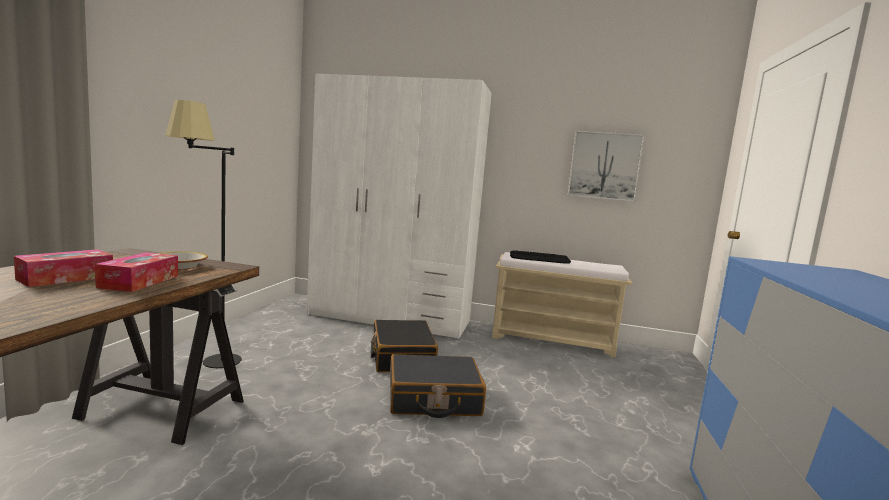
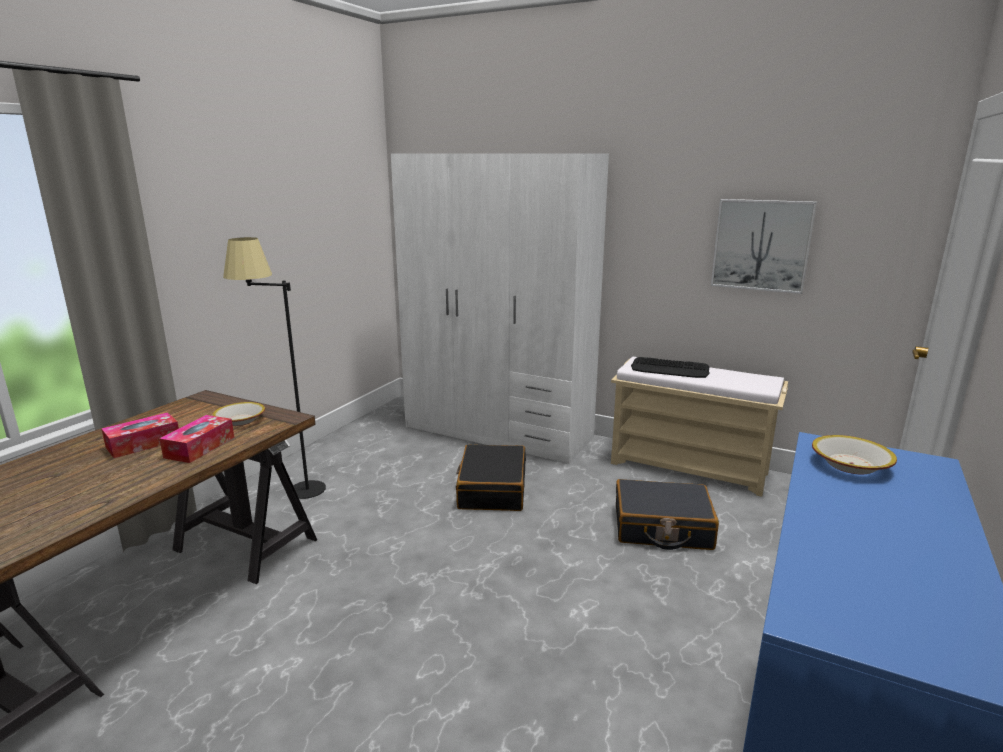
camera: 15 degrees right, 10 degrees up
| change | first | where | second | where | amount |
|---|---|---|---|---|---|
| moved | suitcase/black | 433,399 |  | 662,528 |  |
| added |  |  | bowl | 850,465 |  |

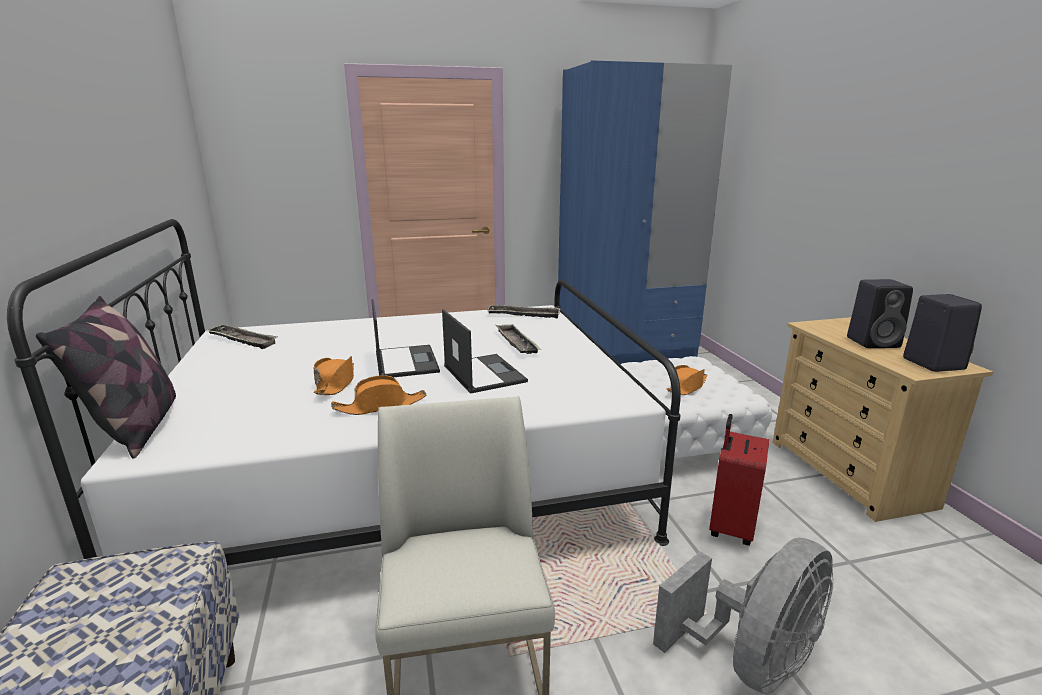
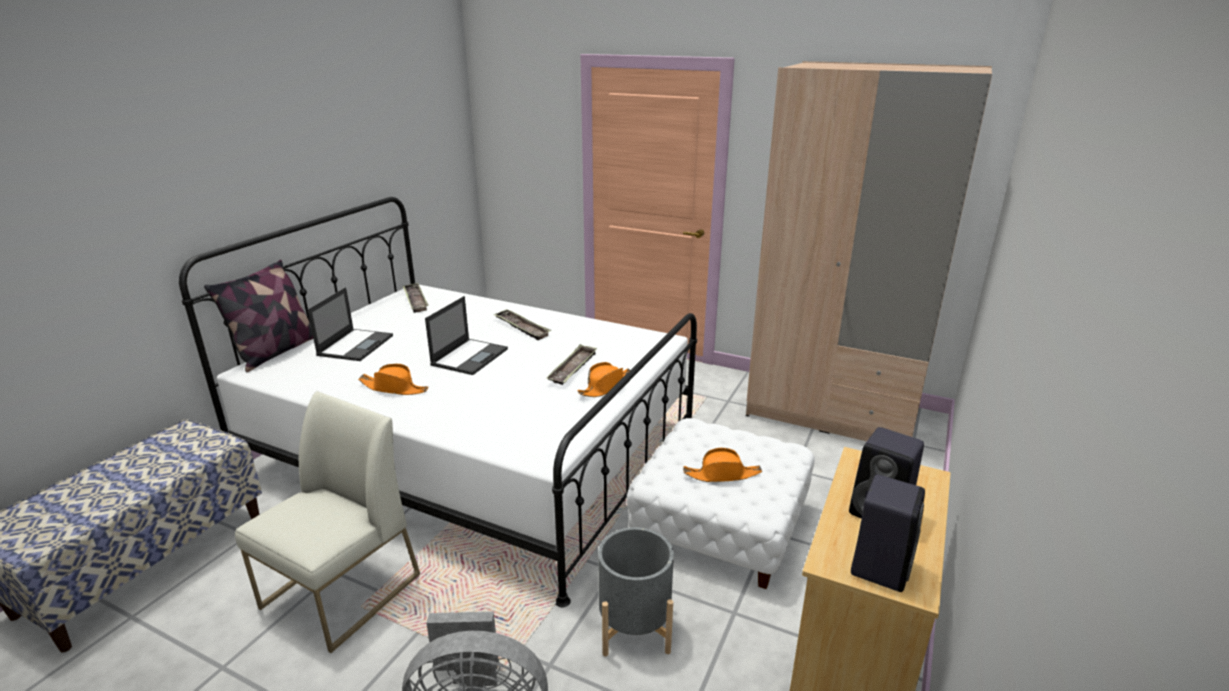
camera: 40 degrees right, 5 degrees up
| change | first | where | second | where | amount |
|---|---|---|---|---|---|
| moved | laptop | 483,373 |  | 356,345 |  |
| moved | tray | 524,315 |  | 521,328 |  |
| moved | hat/orange | 336,383 |  | 606,386 |  |
| replaced | suitcase/red | 730,527 | planter/grey | 634,628 |  |
| recoloured | wardrobe/blue | 625,353 | wardrobe/beige | 831,413 |  |

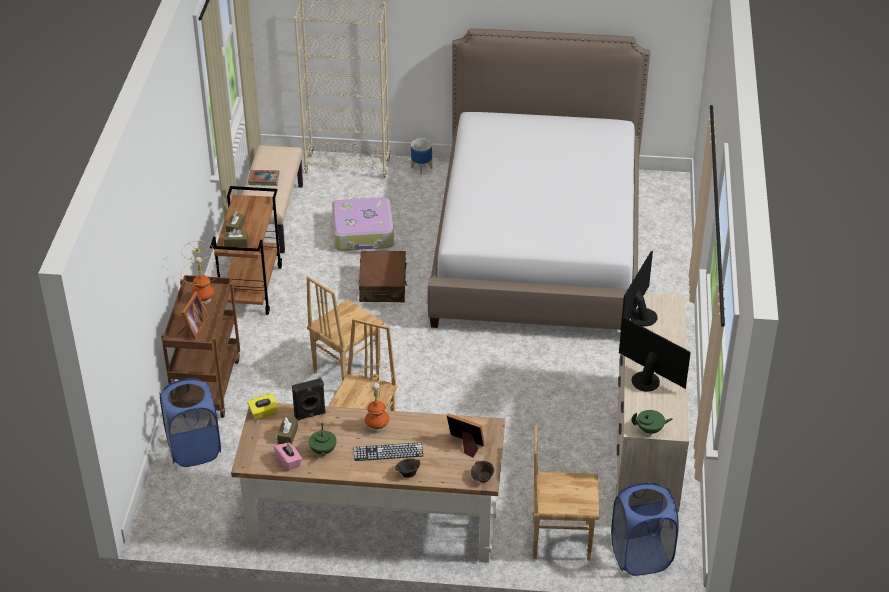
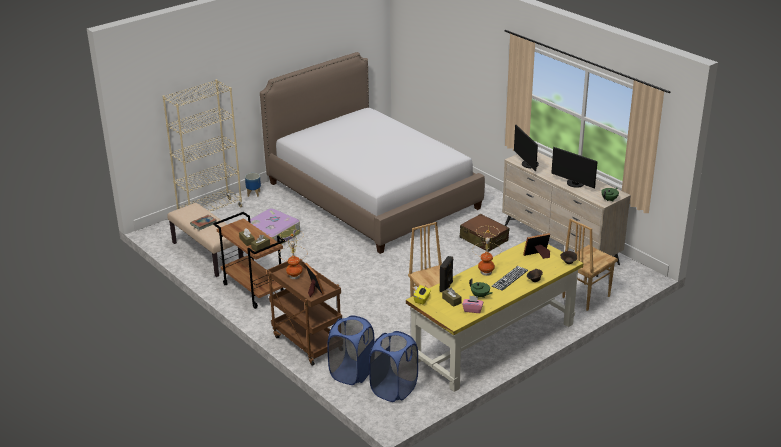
camera: 45 degrees left, 10 degrees down
| change | first | where | second | where | amount |
|---|---|---|---|---|---|
| moved | laundry basket/blue | 640,556 |  | 394,389 |  |
| recoloured | desk/brown | 372,519 | desk/yellow | 493,342 |  |
| moved | suitcase/brown | 383,285 |  | 483,239 |  |
| turned | monitor | 647,380 |  | 574,184 | 135 degrees counterclockwise |
| removed | chair/brown | 345,370 |  |  |  |

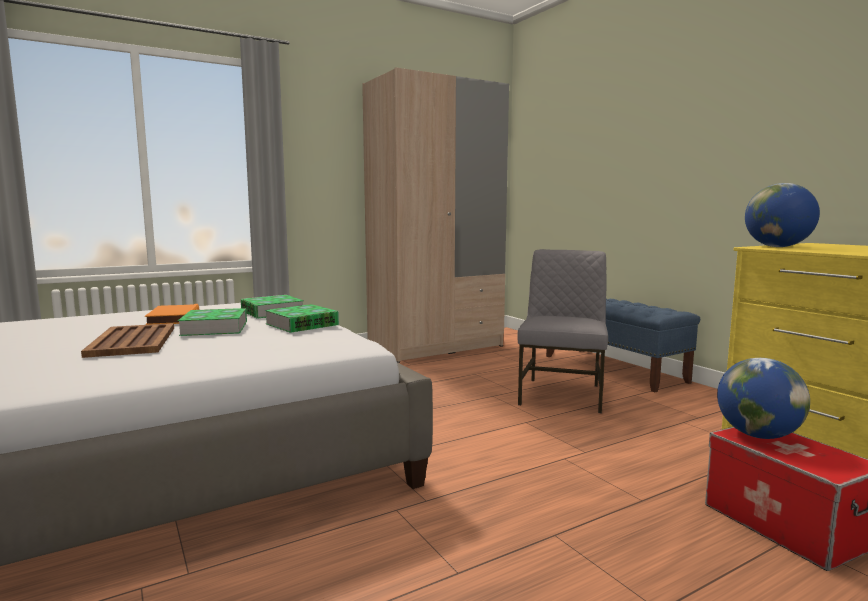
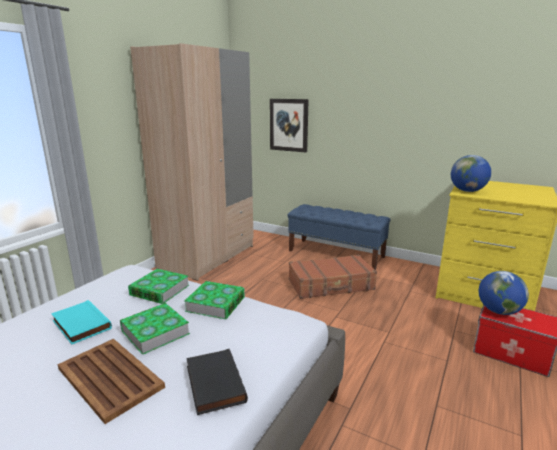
camera: 30 degrees left, 10 degrees up
| change | first | where | second | where | amount |
|---|---|---|---|---|---|
| recoloured | book/orange | 172,318 | book/turquoise | 80,325 |  |
| added |  |  | book/black | 213,383 |  |
| added |  |  | picture | 289,125 |  |
| replaced | chair/grey | 562,394 | suitcase/brown | 331,285 |  |

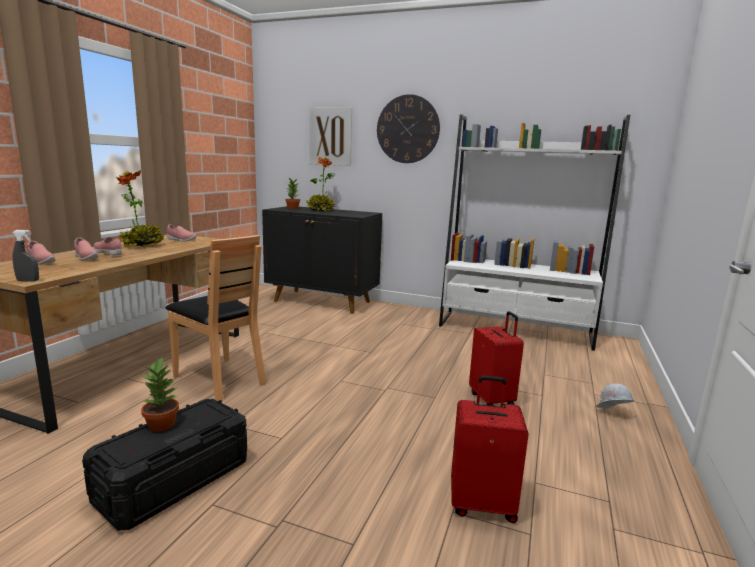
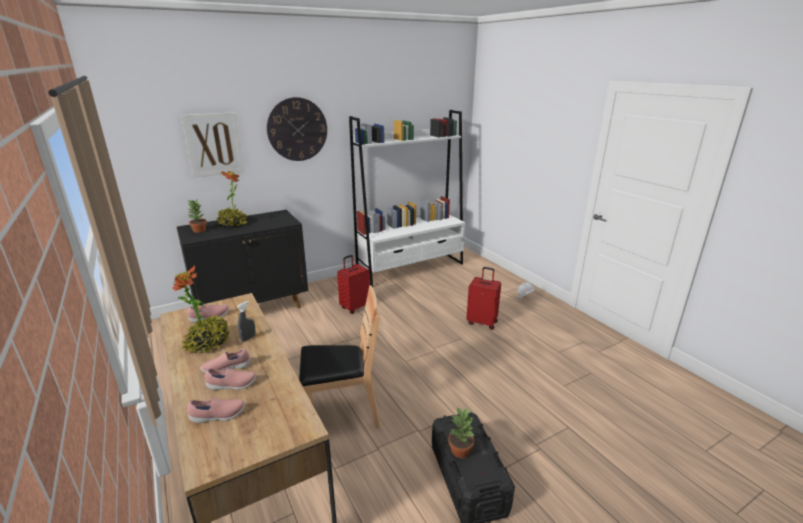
camera: 50 degrees left, 10 degrees up
| change | first | where | second | where | amount |
|---|---|---|---|---|---|
| moved | spray bottle/grey | 28,281 |  | 248,338 |  |
| moved | suitcase/red | 482,504 |  | 355,307 |  |

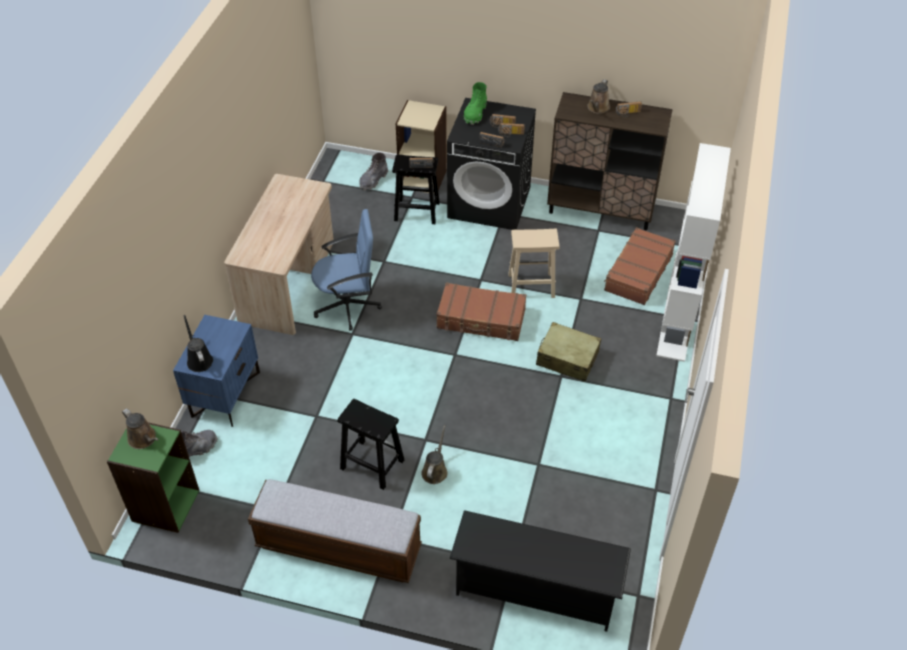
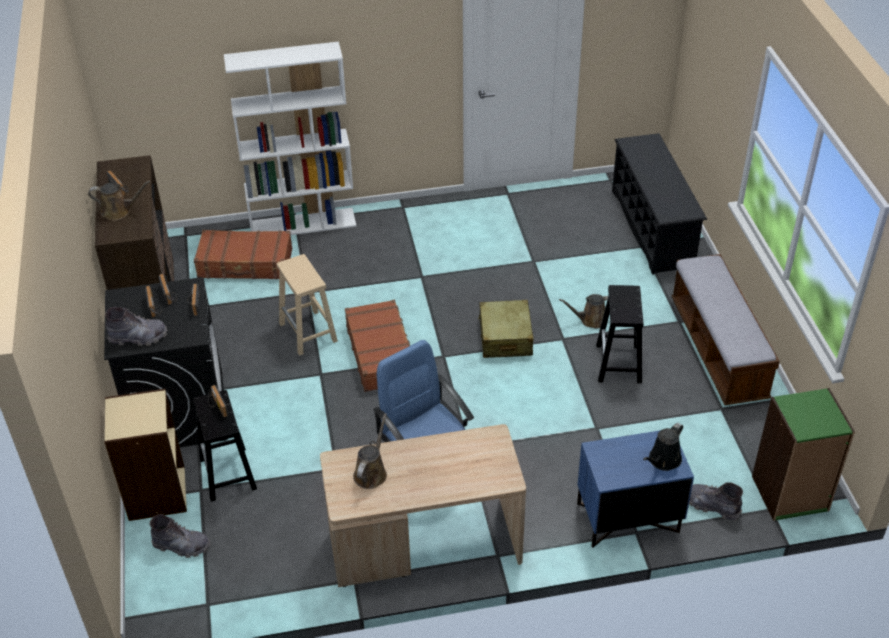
camera: 115 degrees left, 5 degrees down
| change | first | where | second | where | amount |
|---|---|---|---|---|---|
| recoloured | boot/green | 475,113 | boot/grey | 138,337 |  |
| moved | watering can/brown | 143,439 |  | 371,473 |  |
| moved | suitcase/beige | 567,358 |  | 505,338 |  |

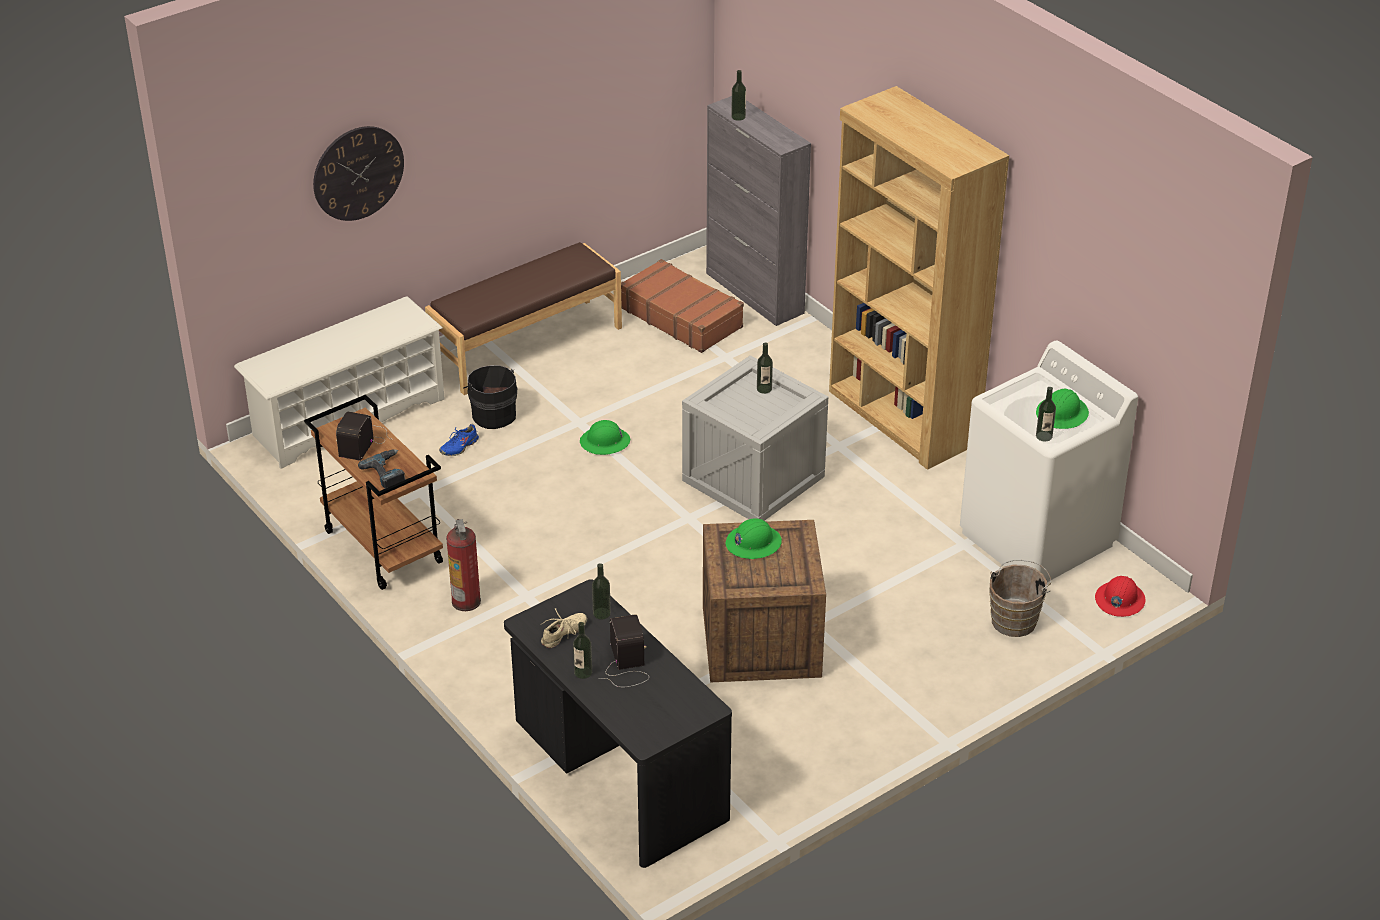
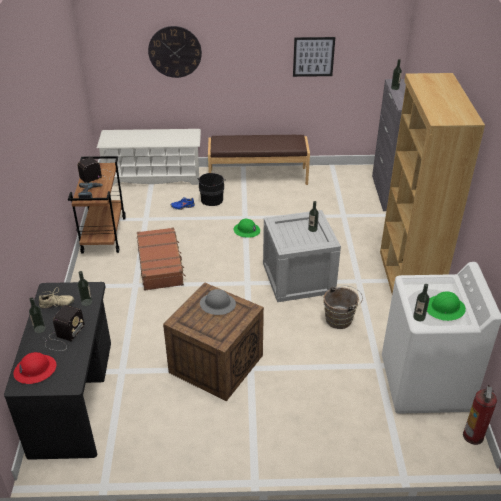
camera: 35 degrees right, 0 degrees up
| change | first | where | second | where | amount |
|---|---|---|---|---|---|
| moved | hard hat/red | 1119,600 |  | 35,370 |  |
| moved | suitcase/brown | 681,317 |  | 161,265 |  |
| recoloured | hard hat/green | 753,543 | hard hat/grey | 217,304 |  |
| added |  |  | picture | 313,56 |  |
| moved | bucket/brown | 1015,619 |  | 340,319 |  |
| moved | fire extinguisher | 466,601 |  | 473,436 |  |

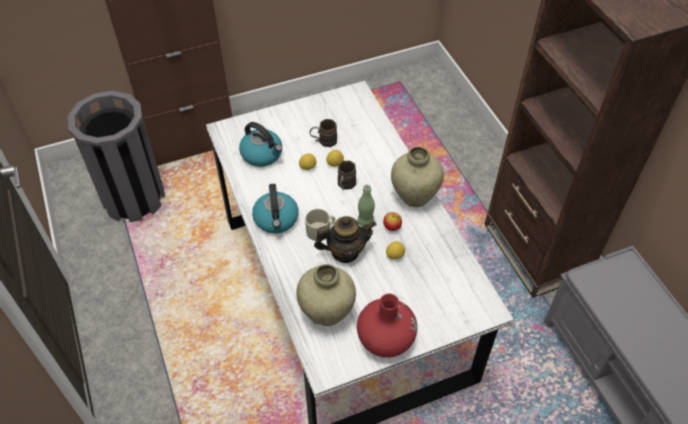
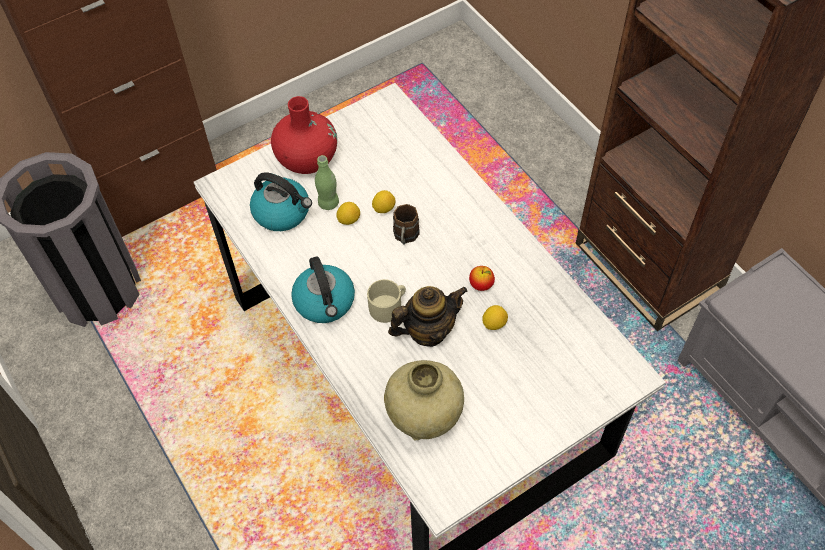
camera: 10 degrees left, 5 degrees up
| change | first | where | second | where | amount |
|---|---|---|---|---|---|
| moved | vase/red | 385,339 |  | 307,159 |  |
| moved | bottle/green | 365,222 |  | 328,203 |  |
| removed | mug/brown | 323,141 |  |  |  |
| removed | vase/beige | 414,196 |  |  |  |

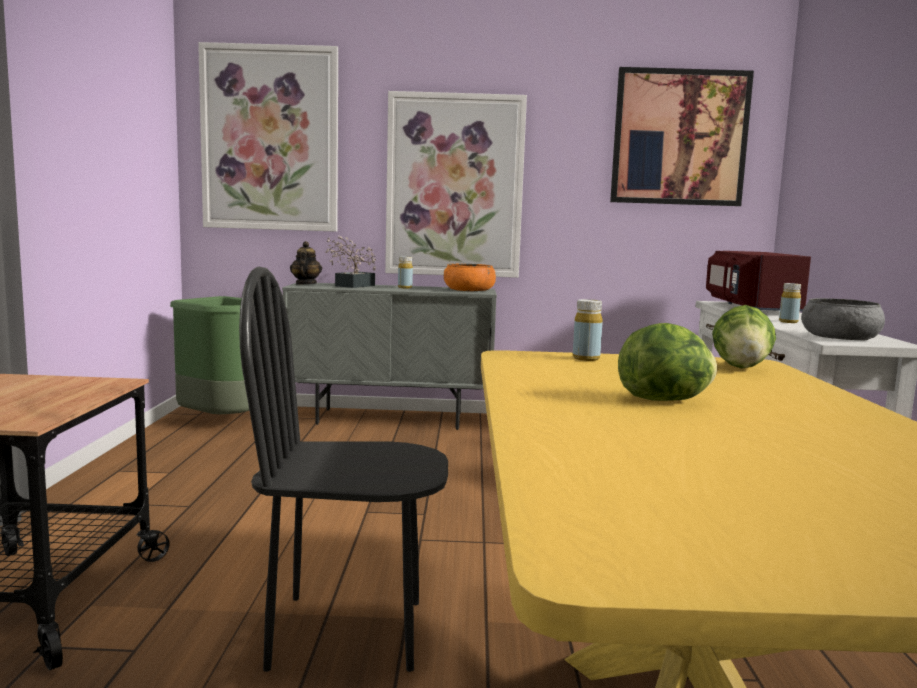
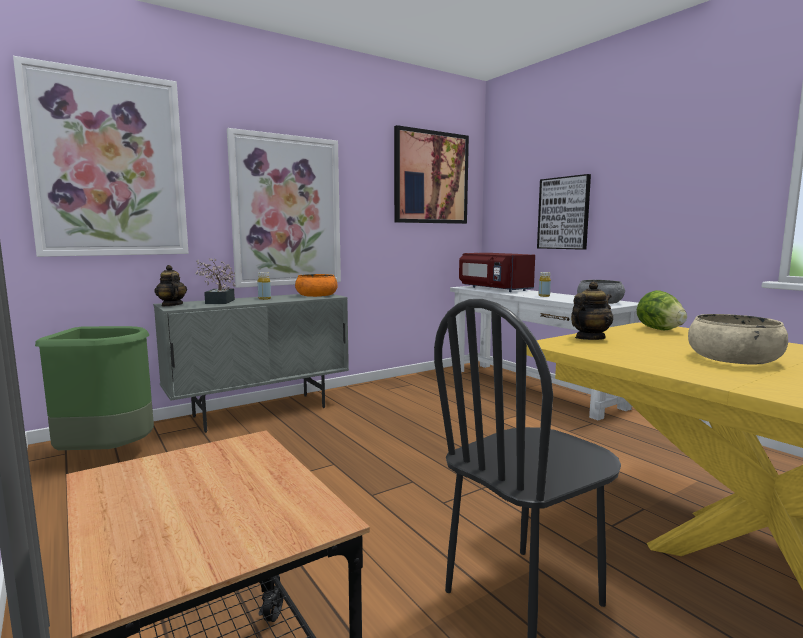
camera: 35 degrees left, 0 degrees up
| change | first | where | second | where | amount |
|---|---|---|---|---|---|
| added |  |  | picture | 564,213 |  |
| replaced | bottle/yellow | 586,358 | teapot | 589,338 |  |
| replaced | lettuce | 666,400 | bowl/beige | 733,359 |  |

